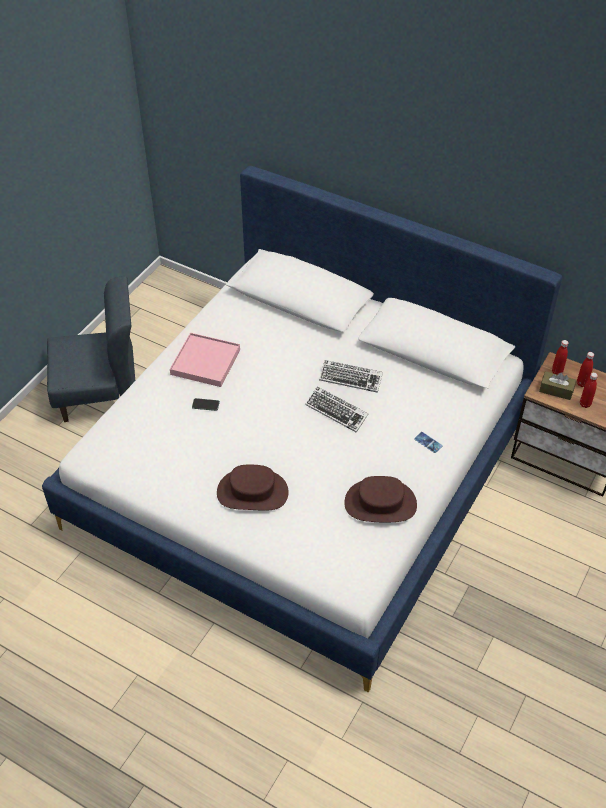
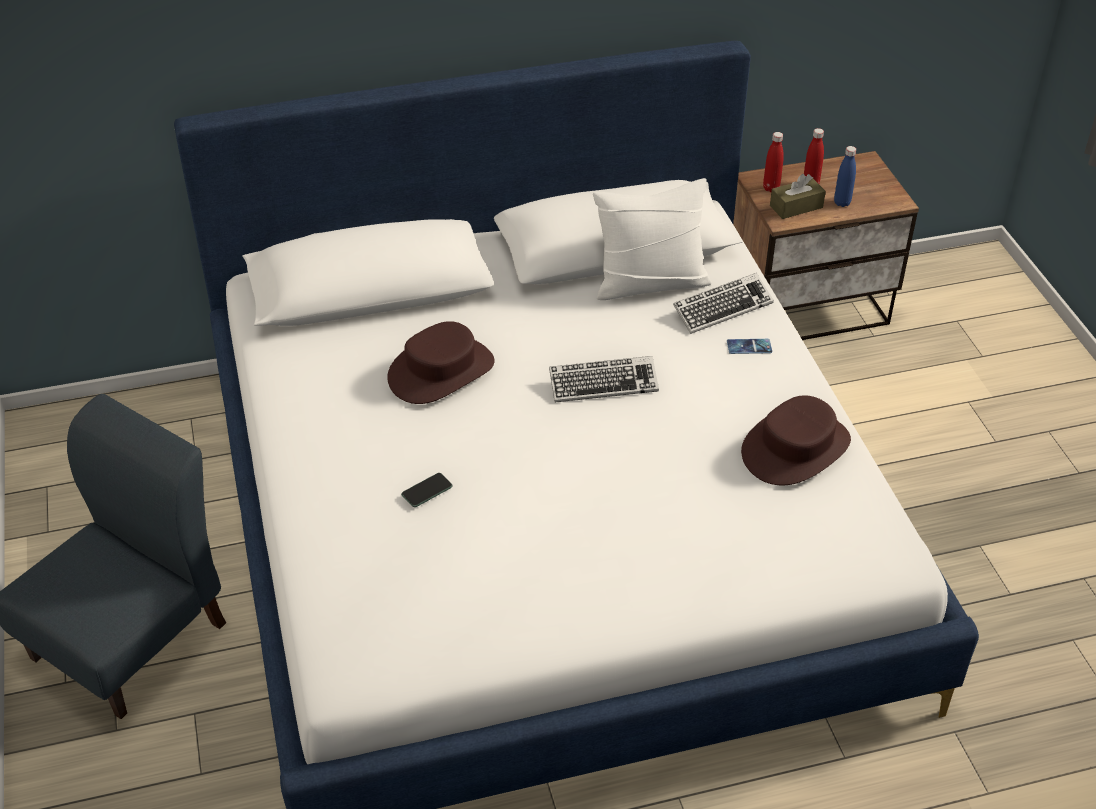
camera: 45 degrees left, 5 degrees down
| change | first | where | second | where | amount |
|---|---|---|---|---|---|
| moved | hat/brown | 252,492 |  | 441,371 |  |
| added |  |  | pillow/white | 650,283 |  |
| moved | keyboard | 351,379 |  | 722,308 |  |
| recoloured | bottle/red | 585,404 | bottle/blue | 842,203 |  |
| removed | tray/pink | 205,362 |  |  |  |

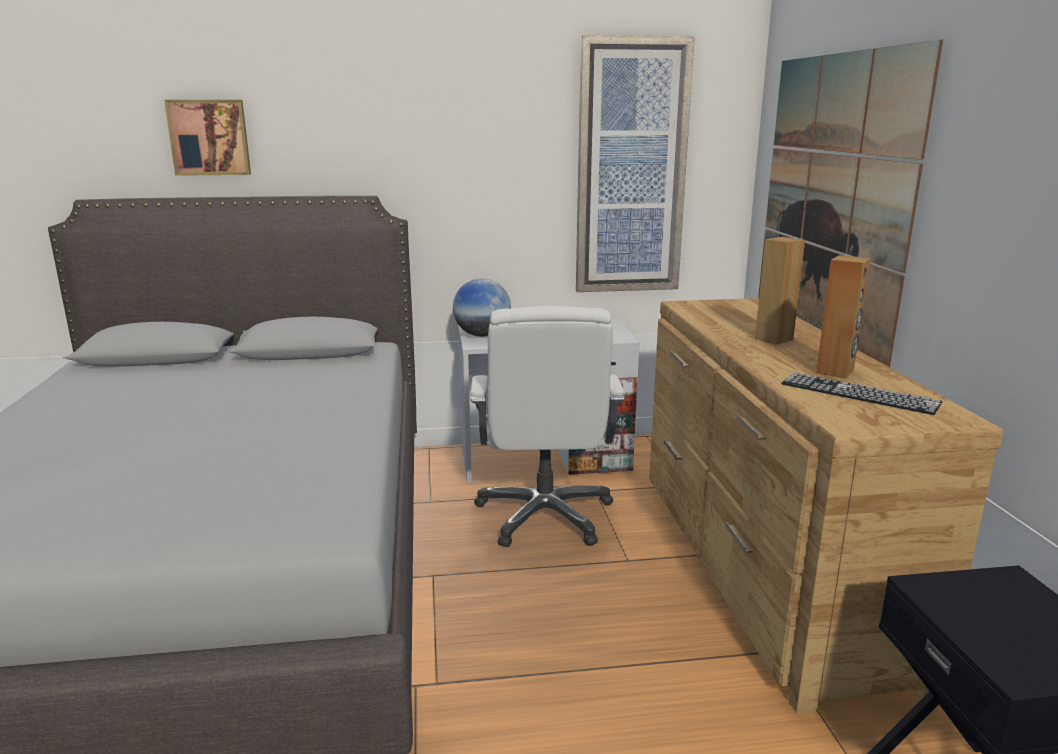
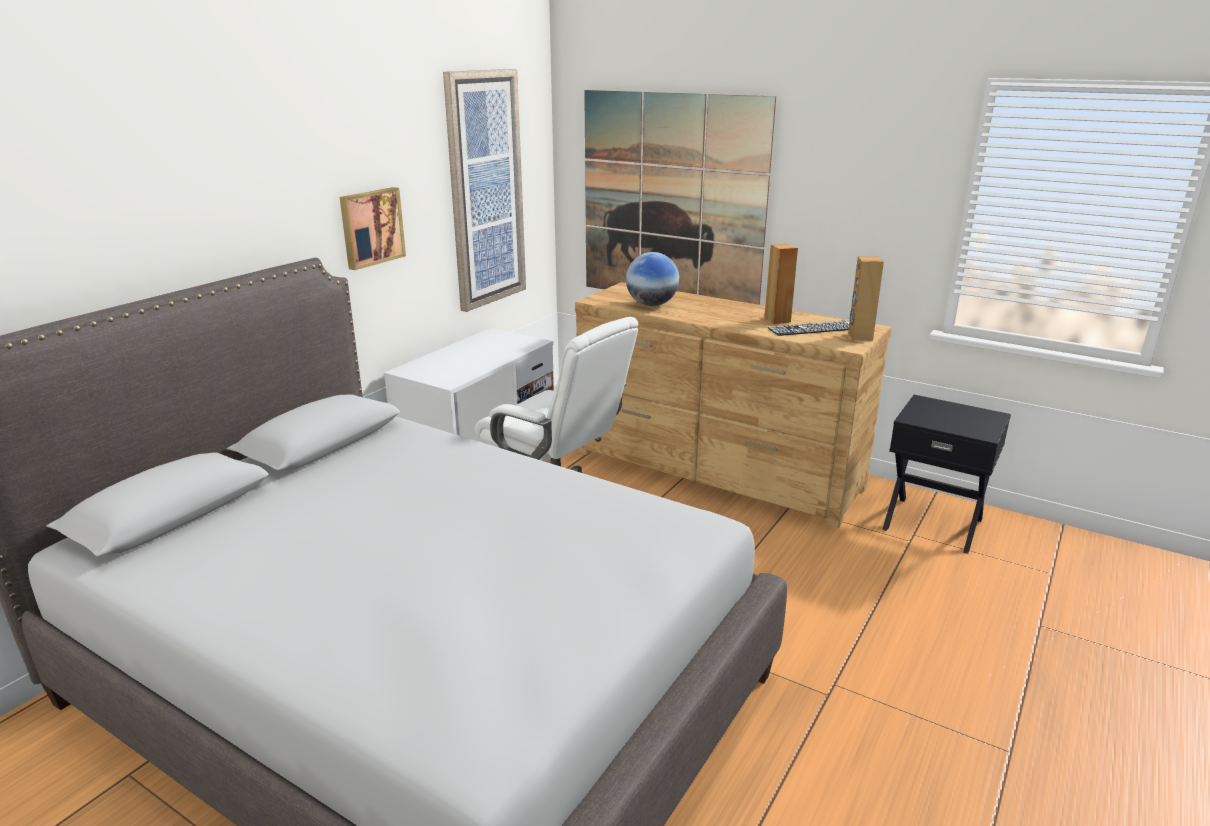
camera: 50 degrees left, 5 degrees up
| change | first | where | second | where | amount |
|---|---|---|---|---|---|
| moved | picture | 209,137 |  | 371,227 |  |
| moved | globe | 482,335 |  | 651,305 |  |
| moved | speaker/brown | 773,339 |  | 859,336 |  |

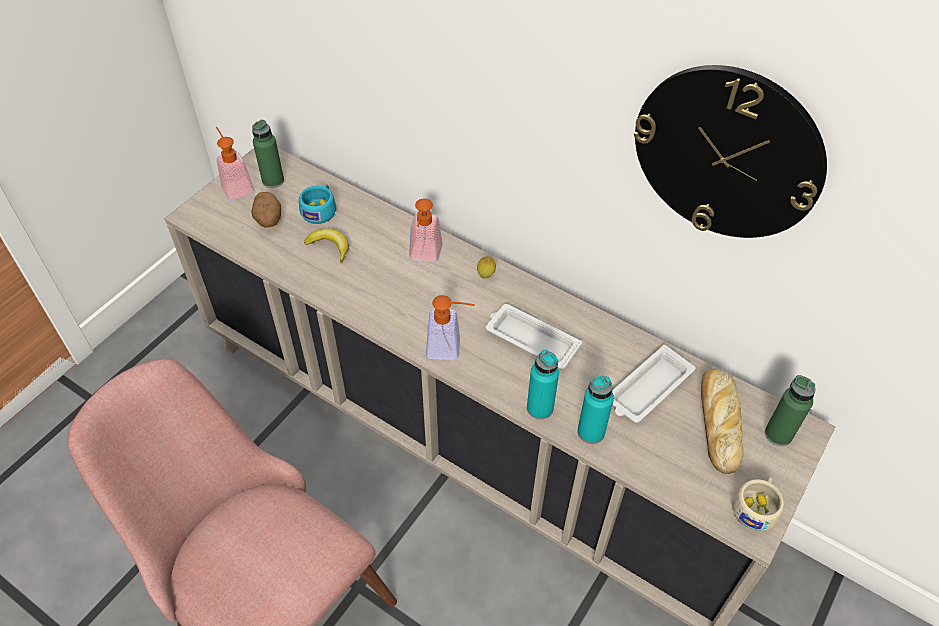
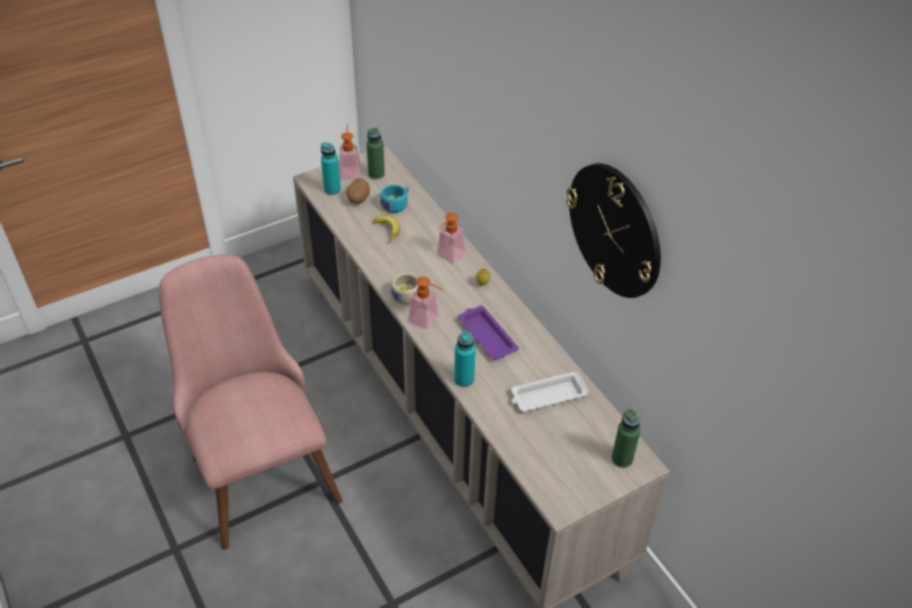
camera: 25 degrees right, 5 degrees down
| change | first | where | second | where | amount |
|---|---|---|---|---|---|
| moved | bottle/turquoise | 591,432 |  | 332,190 |  |
| moved | cup/beige | 756,507 |  | 409,294 |  |
| recoloured | tray/white | 530,339 | tray/purple | 486,335 |  |
| removed | bread | 718,421 |  |  |  |

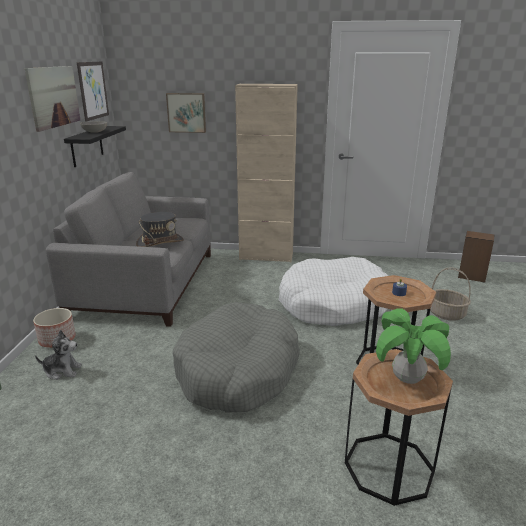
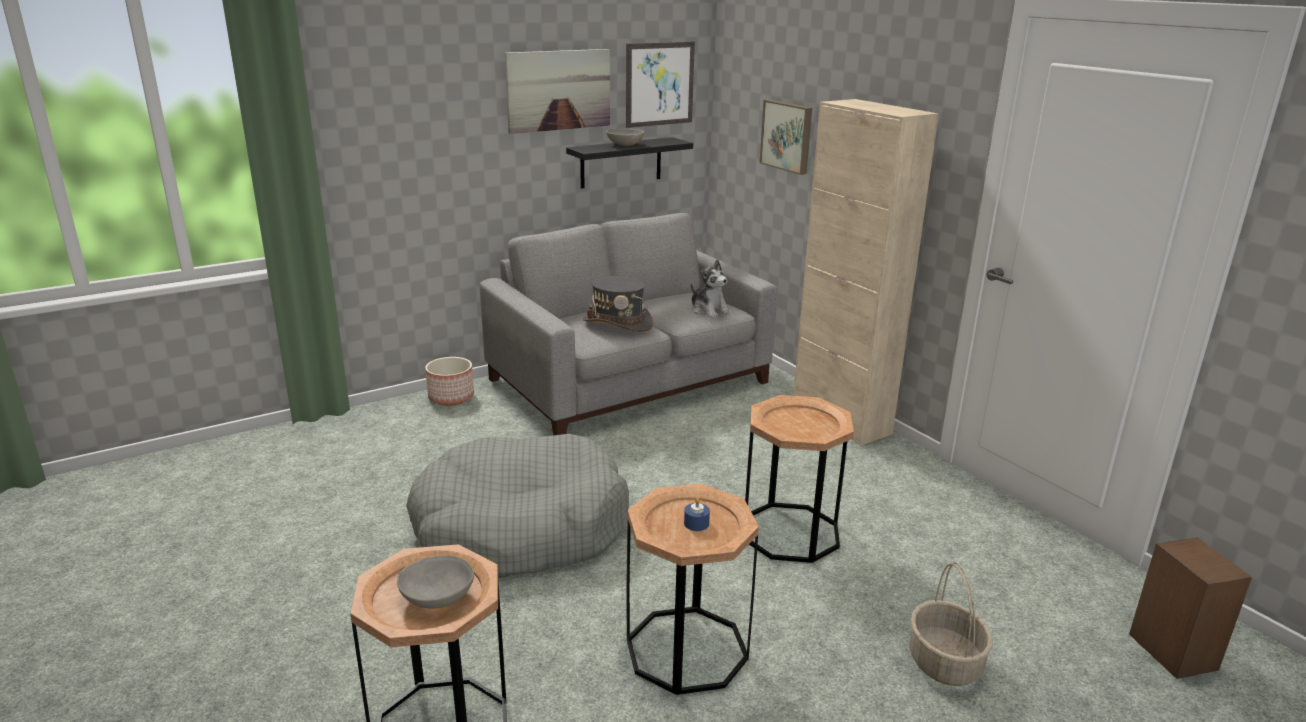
camera: 50 degrees right, 0 degrees up
| change | first | where | second | where | amount |
|---|---|---|---|---|---|
| replaced | potted plant | 408,379 | bowl/grey | 437,598 |  |
| moved | plush toy | 62,370 |  | 708,310 |  |
| replaced | dog bed/white | 333,304 | side table/brown | 790,532 |  |

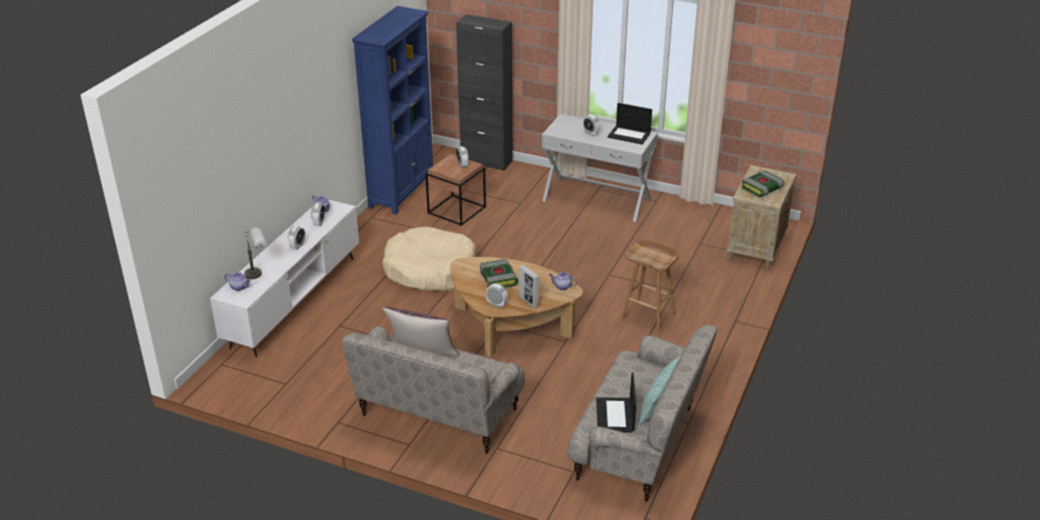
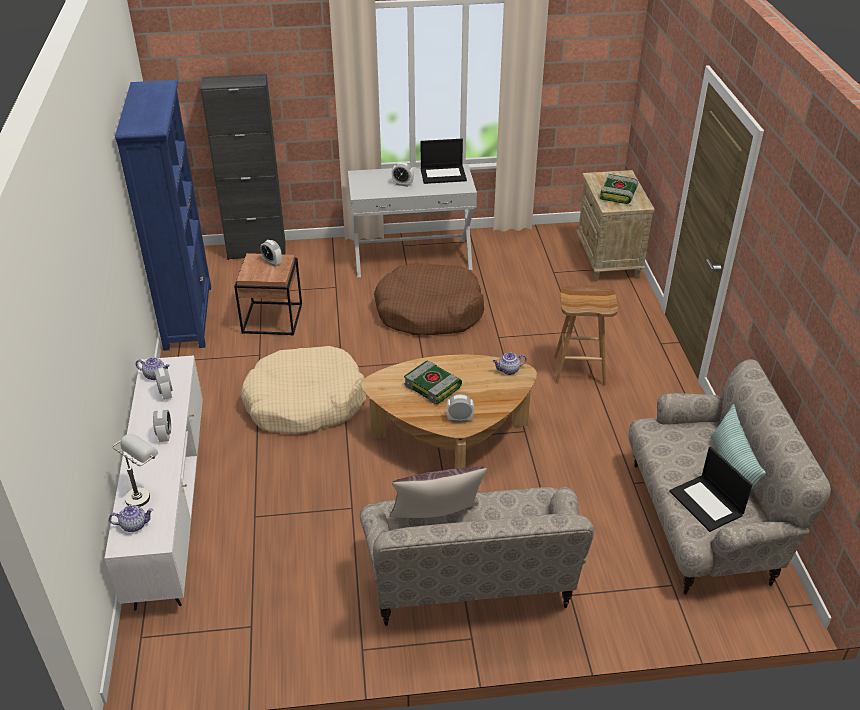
camera: 30 degrees left, 5 degrees up
| change | first | where | second | where | amount |
|---|---|---|---|---|---|
| added |  |  | dog bed/brown | 429,311 |  |
| removed | picture frame | 529,302 |  |  |  |

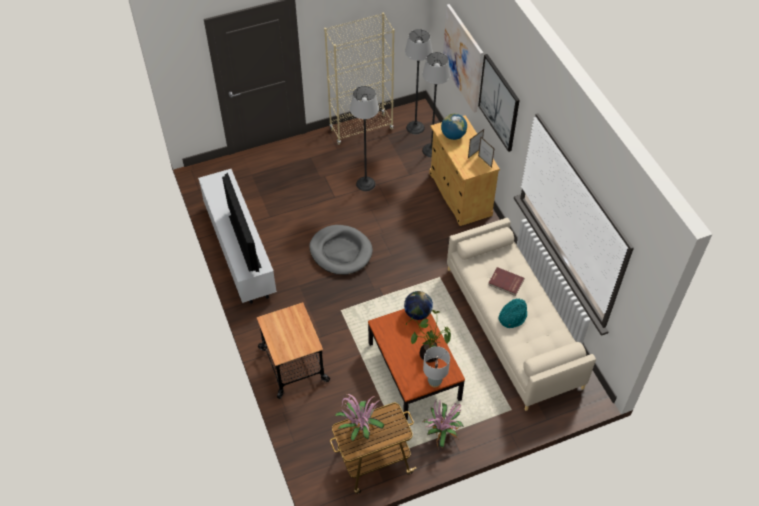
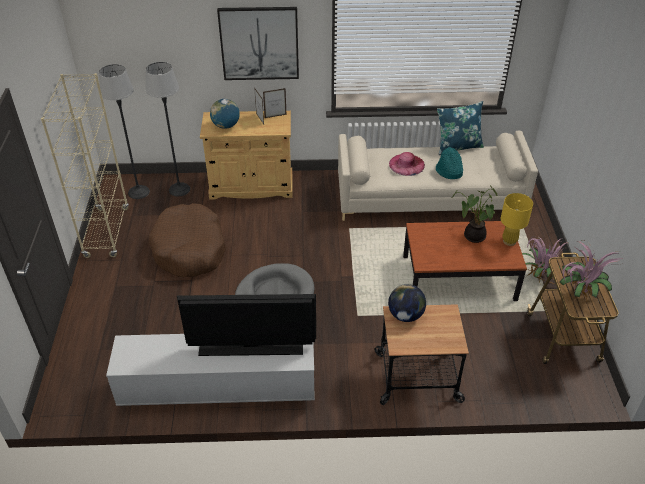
camera: 70 degrees left, 10 degrees down
| change | first | where | second | where | amount |
|---|---|---|---|---|---|
| replaced | floor lamp | 365,183 | dog bed/brown | 190,249 |  |
| moved | globe | 417,313 |  | 405,315 |  |
| replaced | book/red | 505,282 | hat/pink | 406,164 |  |
| added |  |  | pillow/blue | 457,146 |  |
| recoloured | table lamp/grey | 434,382 | table lamp/yellow | 509,241 |  |
| removed | picture | 463,58 |  |  |  |

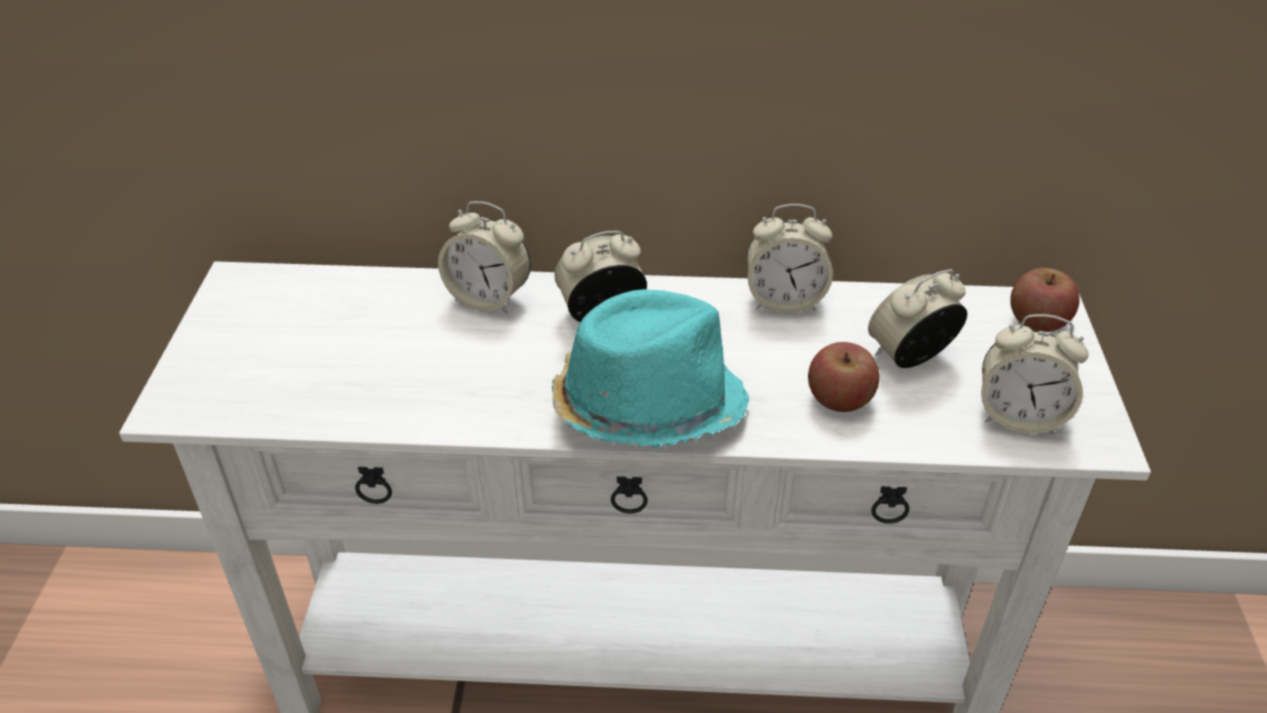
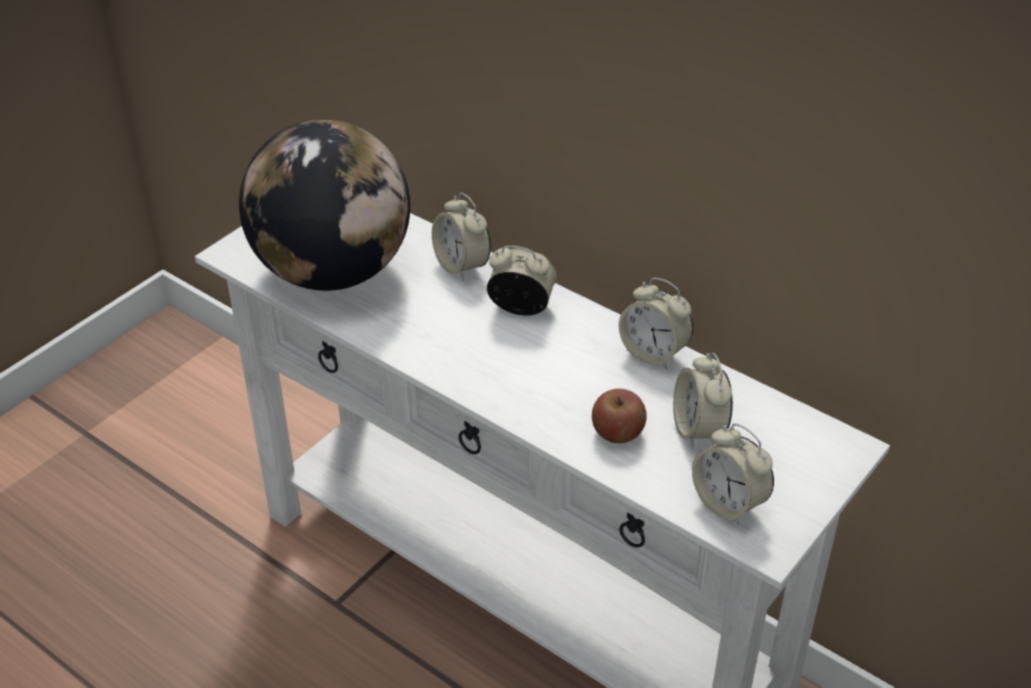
camera: 35 degrees right, 0 degrees up
| change | first | where | second | where | amount |
|---|---|---|---|---|---|
| added |  |  | globe | 333,272 |  |
| turned | alarm clock | 910,356 |  | 699,429 | 105 degrees counterclockwise |
| removed | hat/turquoise | 646,406 |  |  |  |
| removed | apple | 1037,321 |  |  |  |

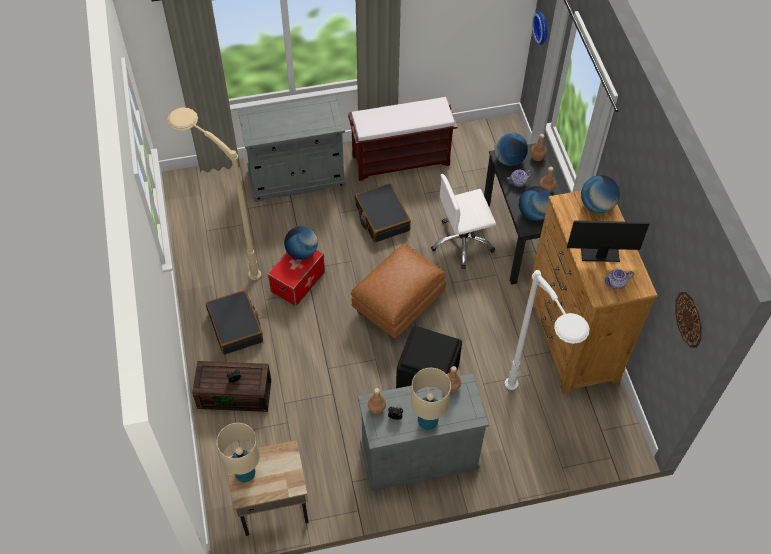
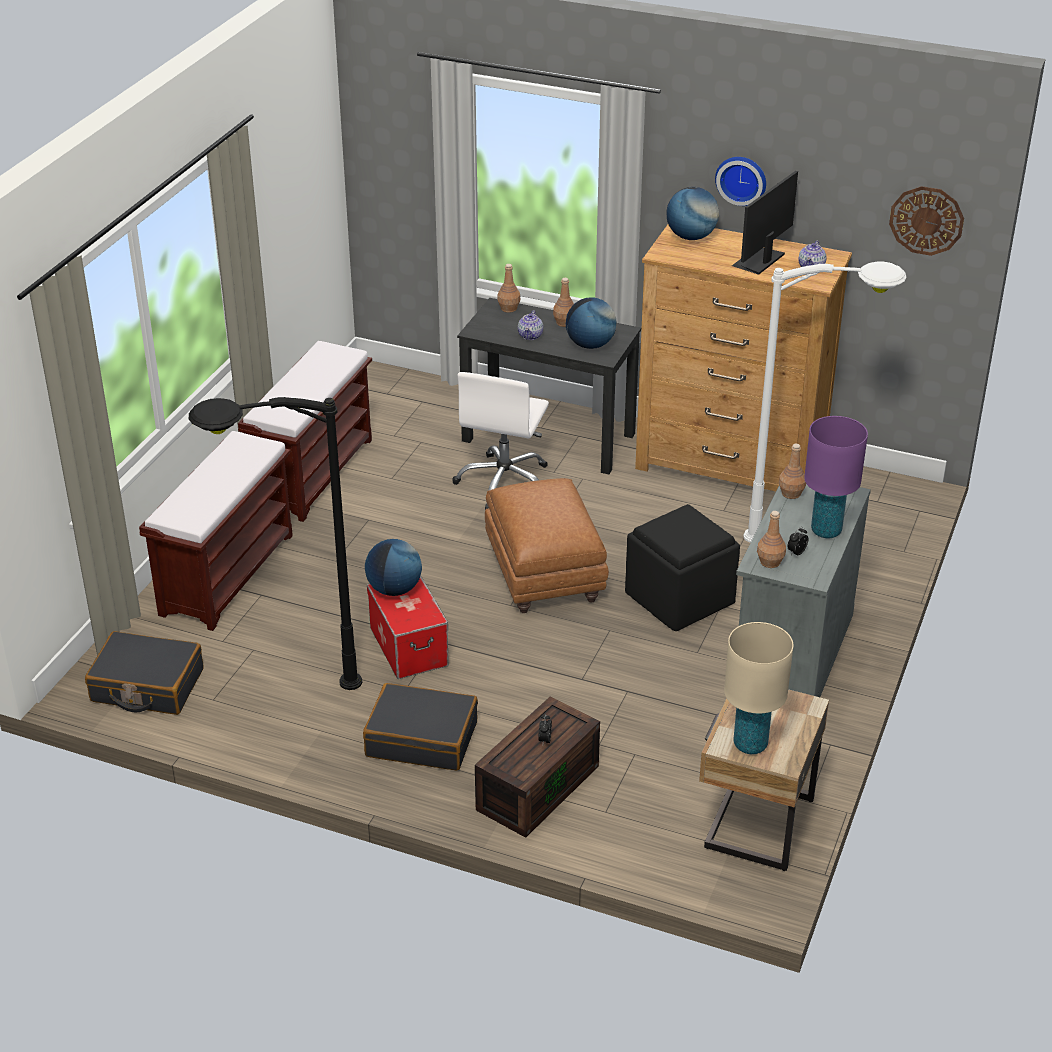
camera: 55 degrees left, 20 degrees down
| change | first | where | second | where | amount |
|---|---|---|---|---|---|
| moved | suitcase/black | 382,218 |  | 147,686 |  |
| replaced | cabinet/grey | 296,178 | bench/brown | 227,573 |  |
| recoloured | floor lamp/beige | 224,255 | floor lamp/black | 280,698 |  |
| moved | wall clock | 542,27 |  | 742,179 |  |
| recoloured | table lamp/beige | 427,421 | table lamp/purple | 826,531 |  |
| removed | globe | 509,160 |  |  |  |

